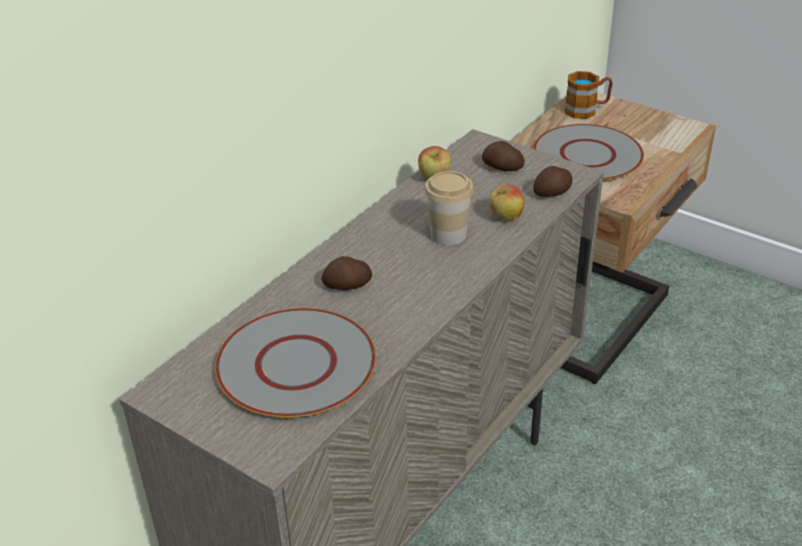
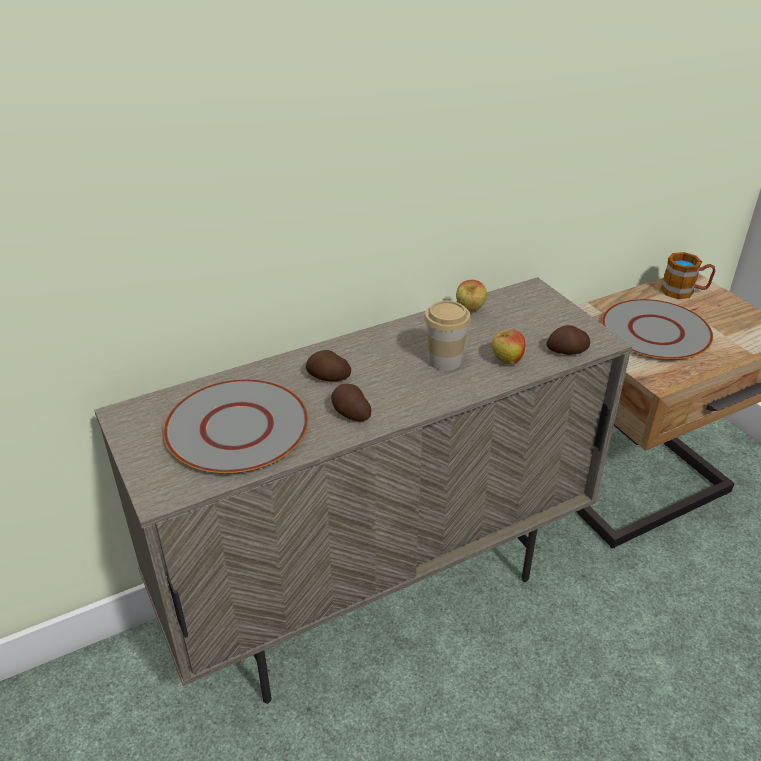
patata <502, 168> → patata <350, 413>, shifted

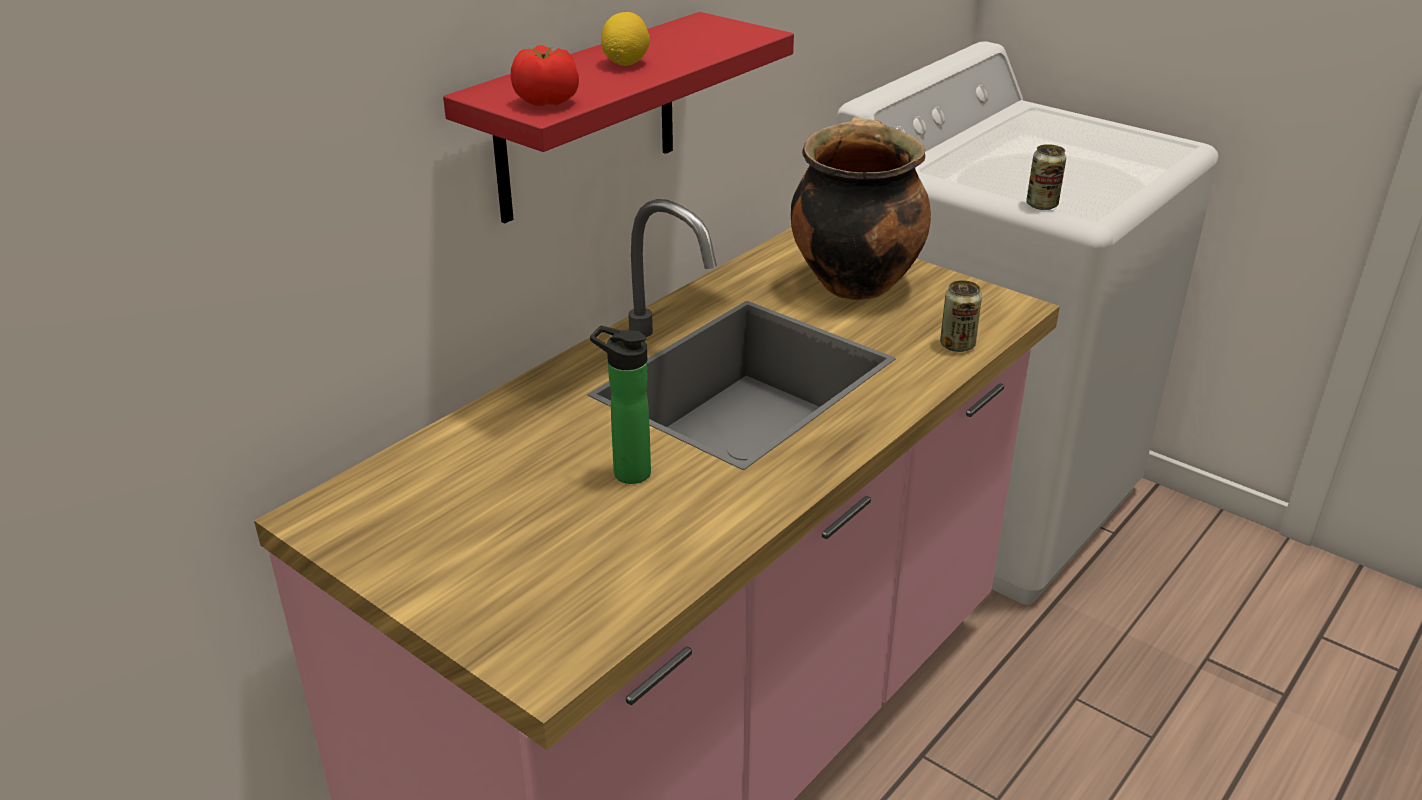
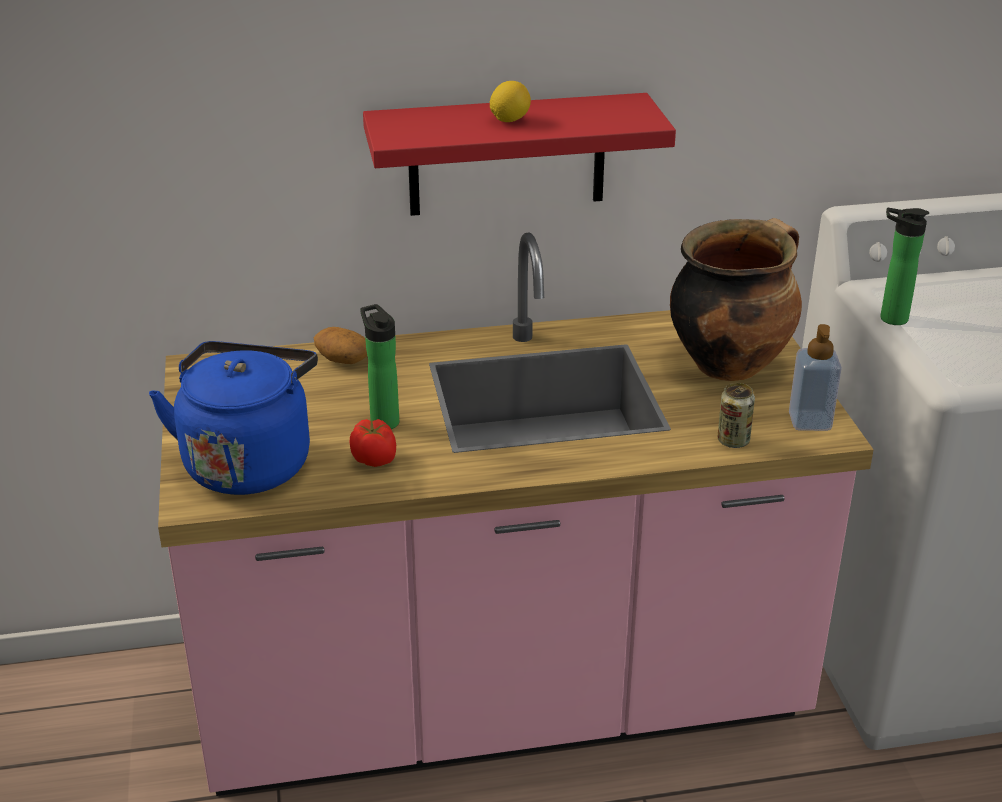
- → hervidor (azul) <249, 462>
- → patata <342, 359>
tomate <546, 102> → tomate <374, 459>, shifted
- → dispensador de jabón <810, 421>
- → botella <889, 318>
lata <1042, 205> → -

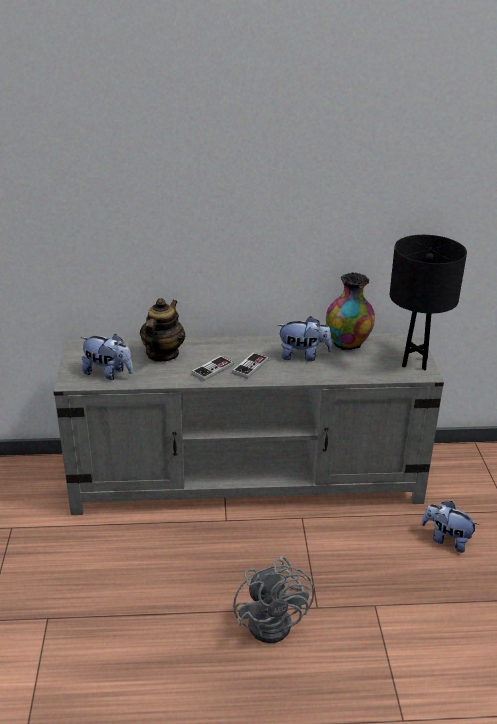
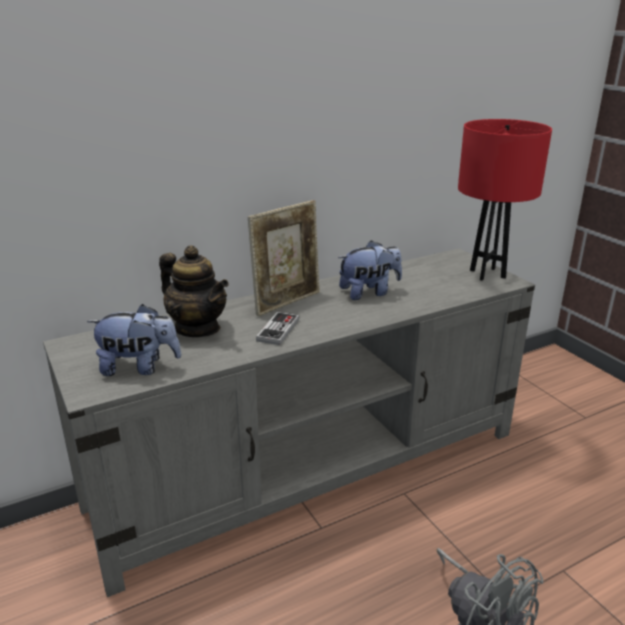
tetera <162, 354> → tetera <198, 328>, 135 degrees clockwise
- → portarretratos <287, 302>
lámpara de mesa (negro) <414, 363> → lámpara de mesa (rojo) <487, 274>
mando de consola <250, 367> → -
florero <348, 344> → -
peluche <446, 539> → -

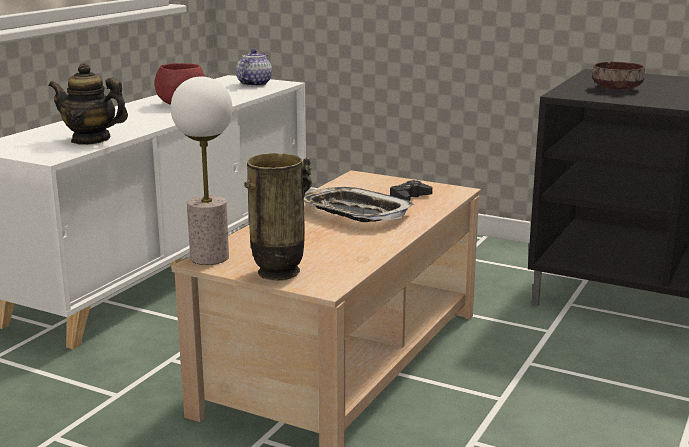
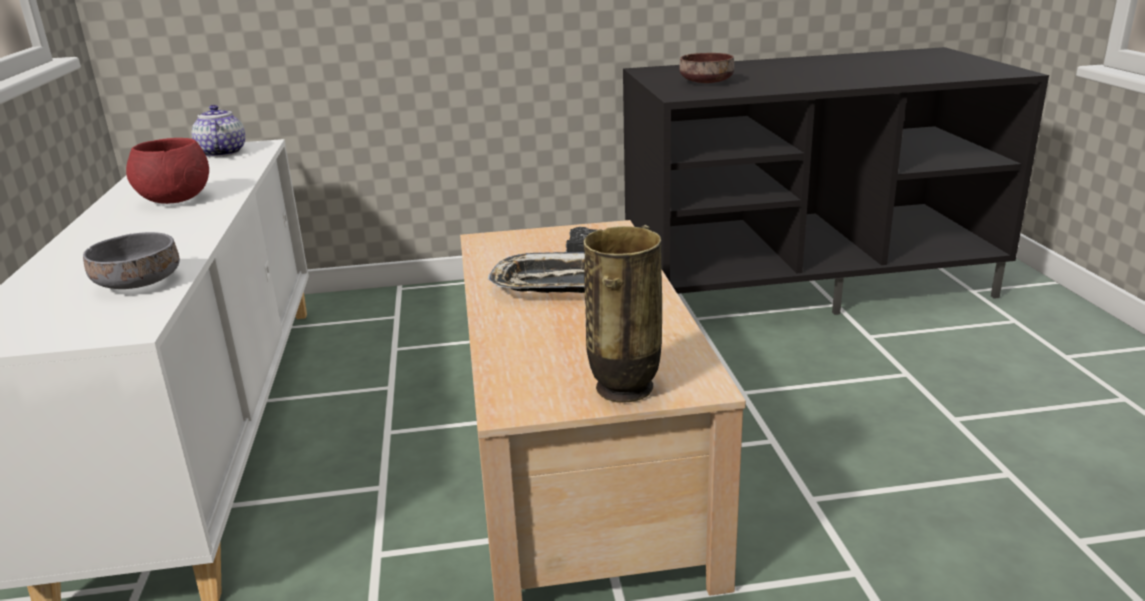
tetera <91, 140> → cuenco (gris) <139, 283>
lámpara de mesa <210, 257> → -

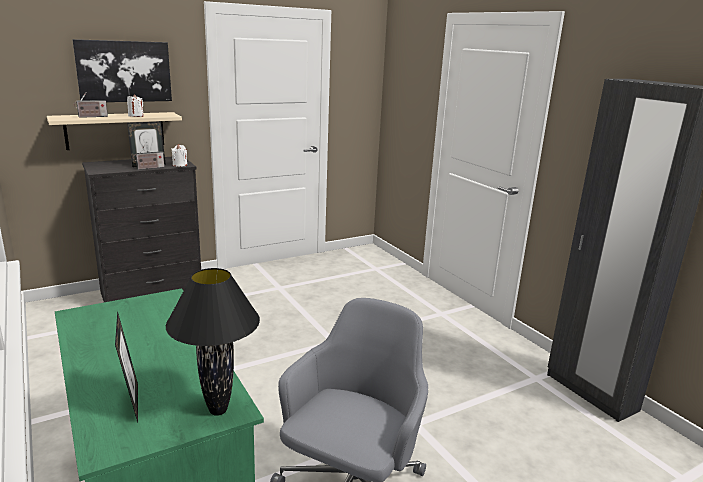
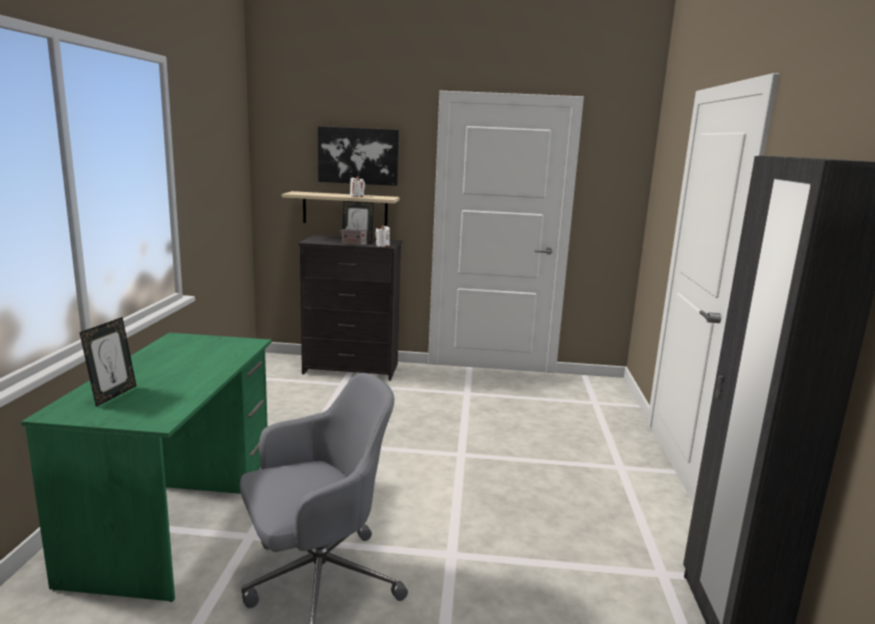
radio <91, 116> → -
lámpara de mesa (negro) <218, 410> → -

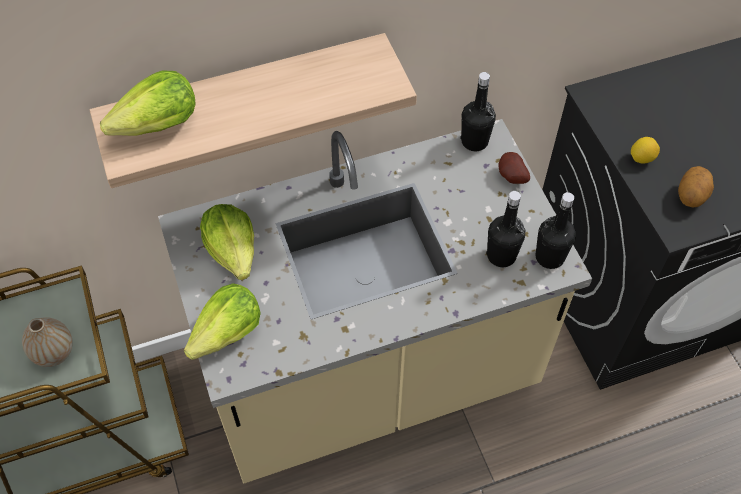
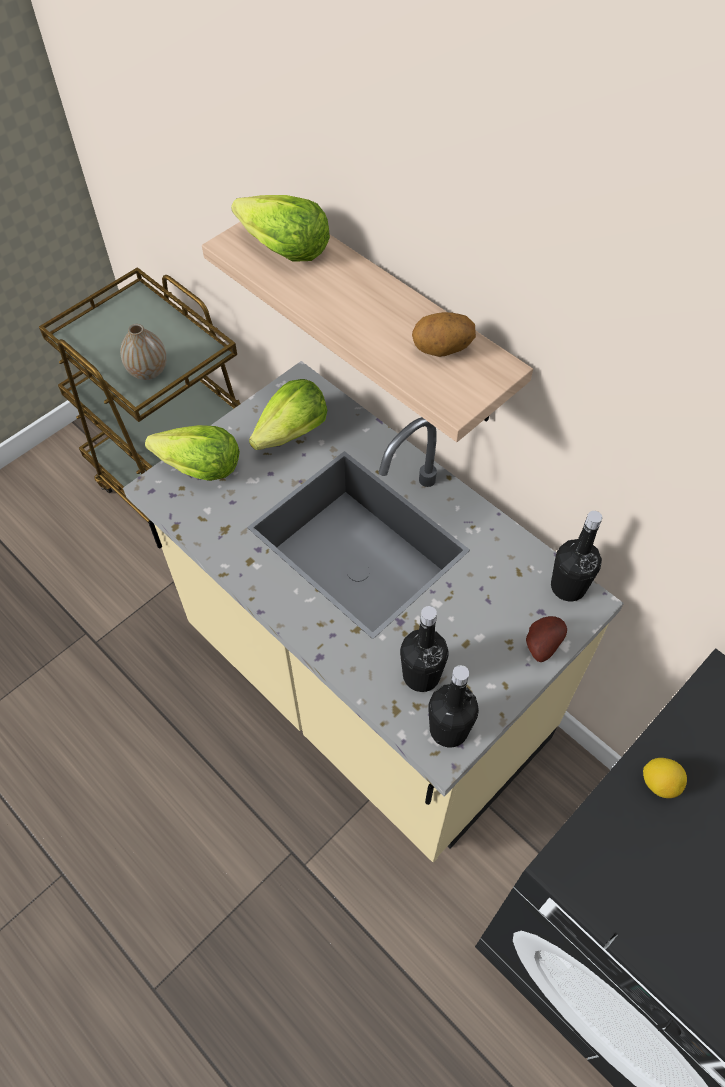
patata <691, 196> → patata <442, 350>, shifted

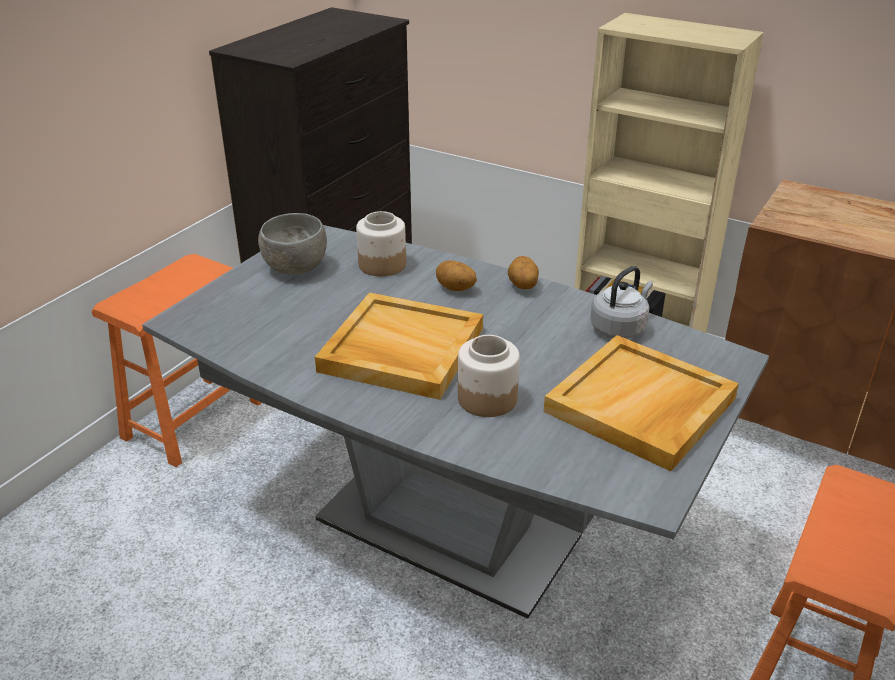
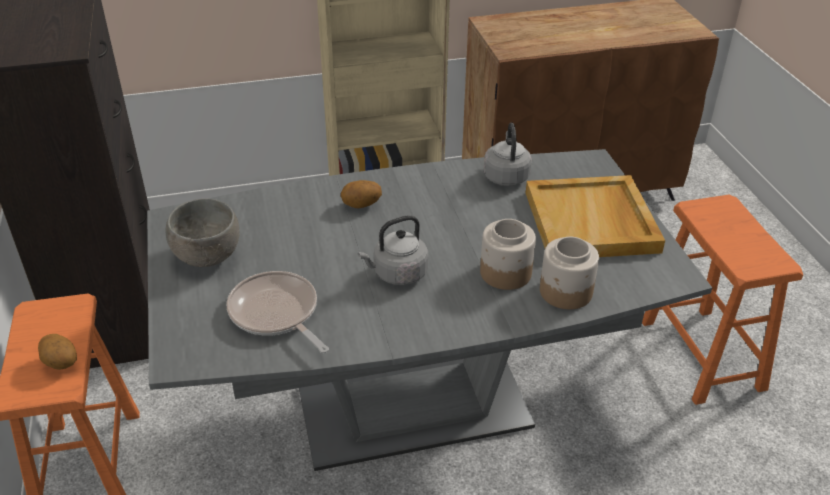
patata <522, 286> → patata <60, 363>, shifted
- → sartén <276, 314>
bandeja (beis) <400, 350> → hervidor (gris) <397, 274>
tarro <381, 265> → tarro <566, 292>, shifted

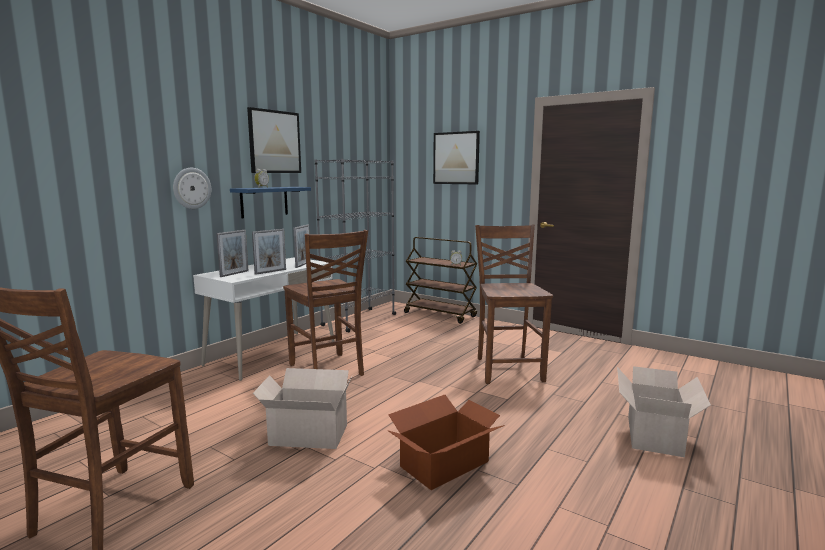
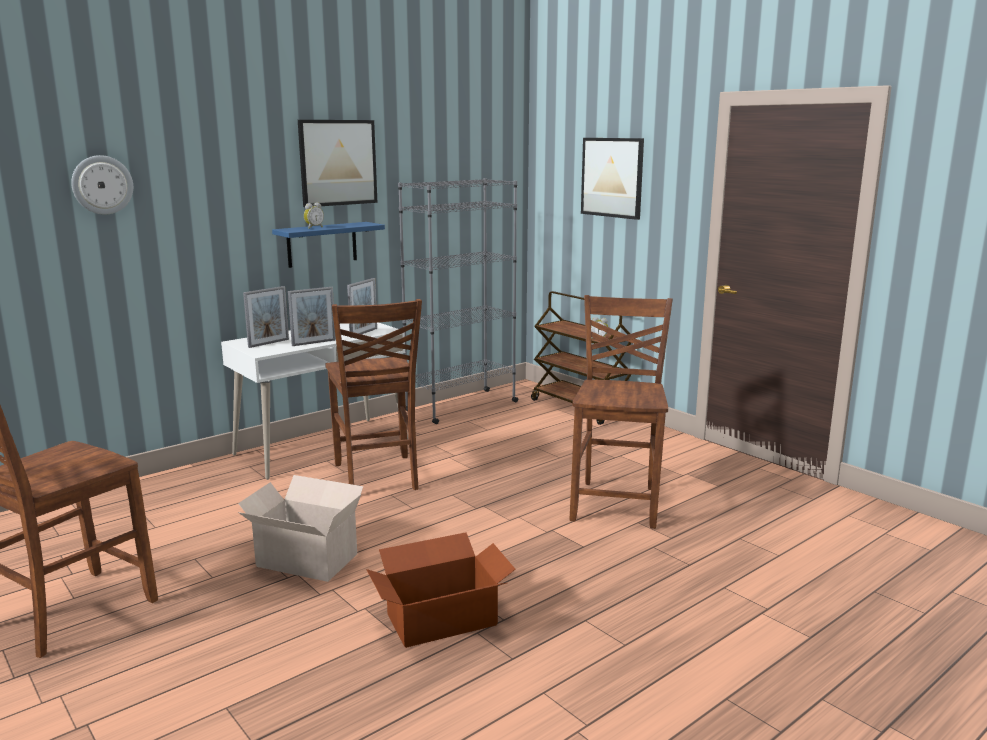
reloj de pared <191, 188> → reloj de pared <102, 185>, shifted
caja de cartón <654, 434> → -

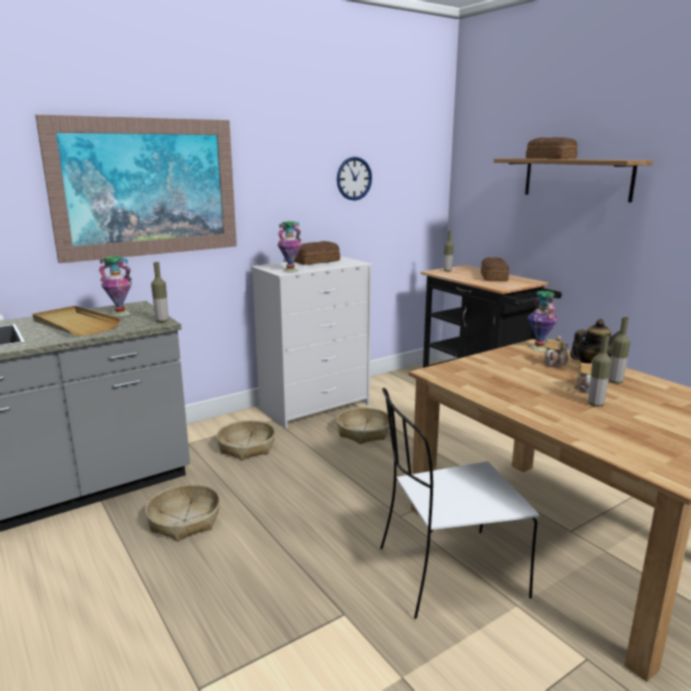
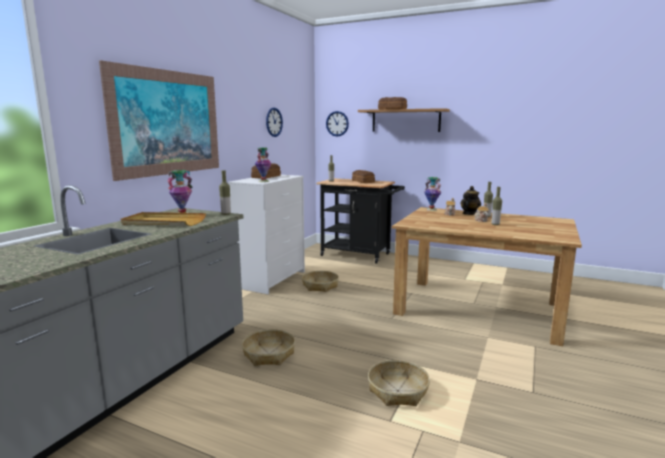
- → reloj de pared <337, 123>
cesta <246, 447> → cesta <397, 390>, shifted
silla (blanco) <447, 573> → -

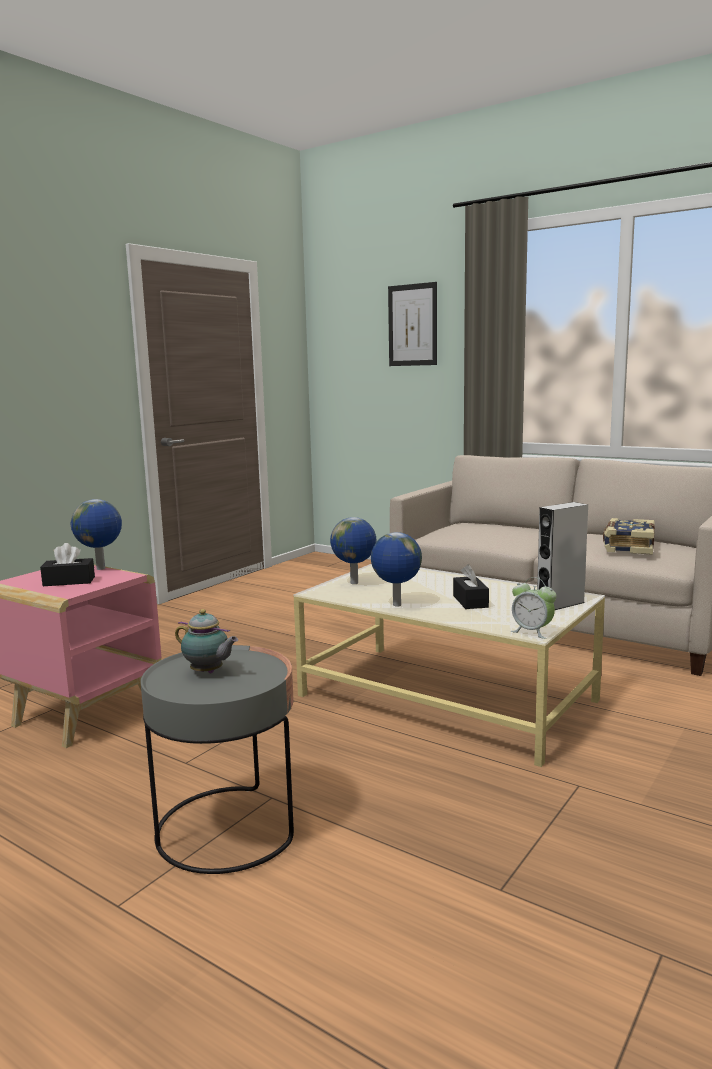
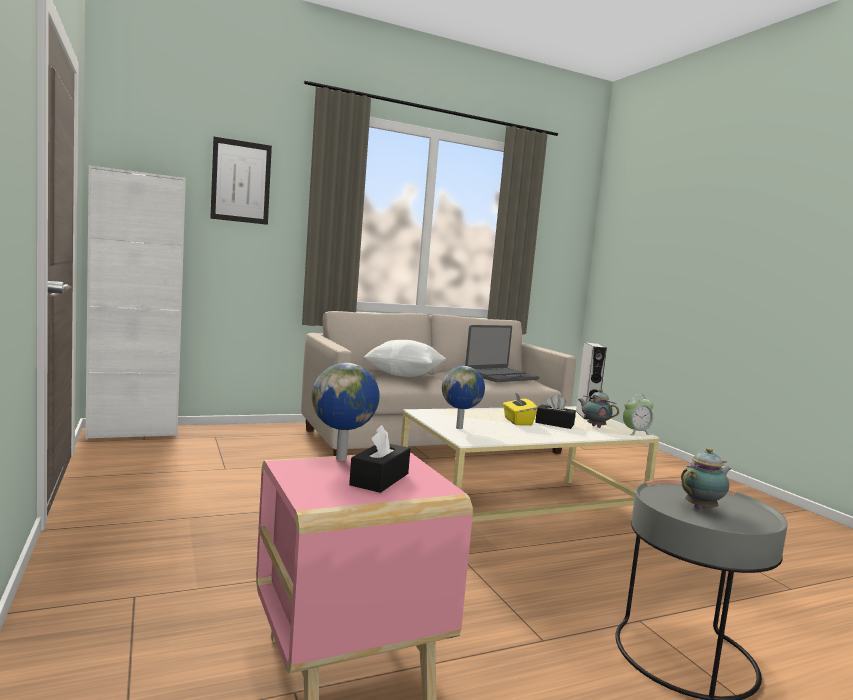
- → armario (blanco) <133, 432>
- → cojín (blanco) <404, 375>
libro <627, 547> → portátil <501, 376>
- → caja de pañuelos (amarillo) <517, 422>
- → tetera <595, 426>
globo terráqueo <396, 605> → -

